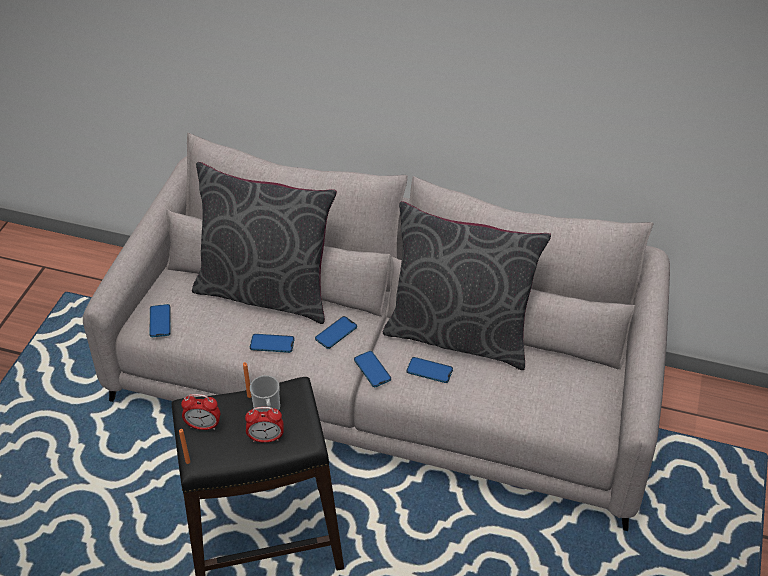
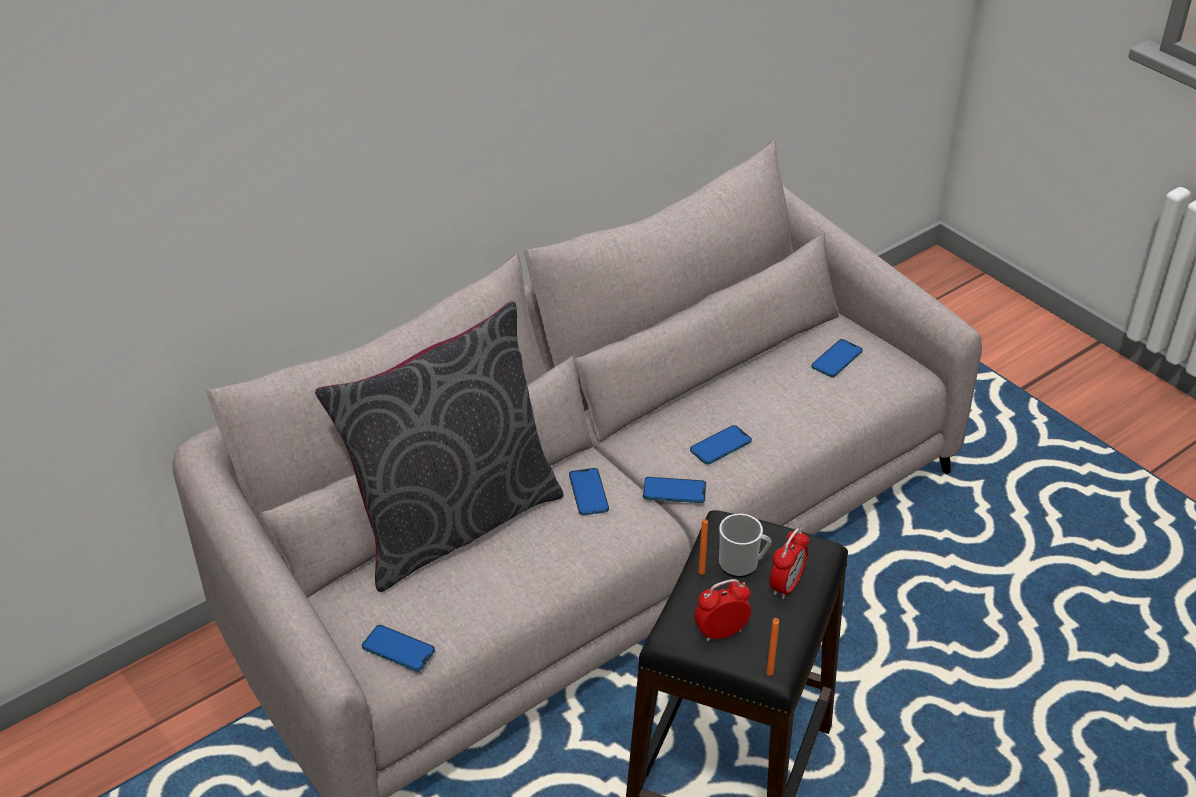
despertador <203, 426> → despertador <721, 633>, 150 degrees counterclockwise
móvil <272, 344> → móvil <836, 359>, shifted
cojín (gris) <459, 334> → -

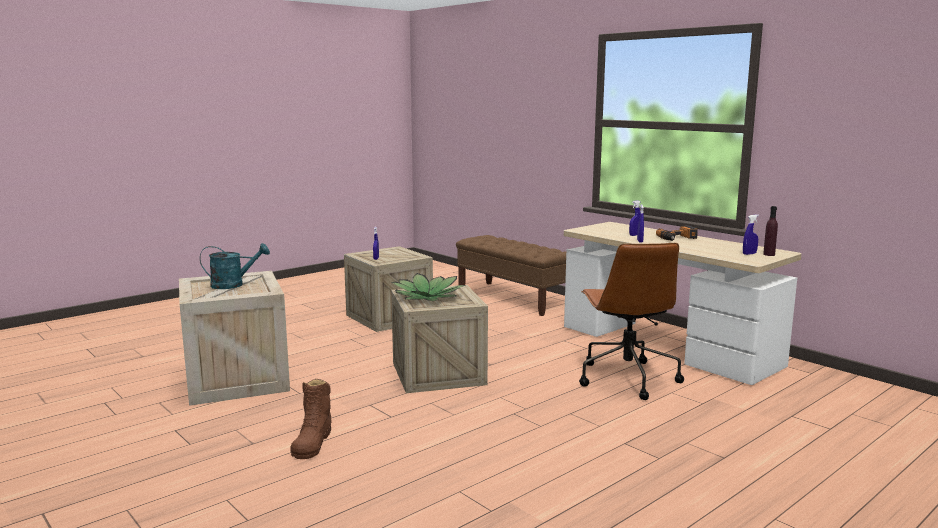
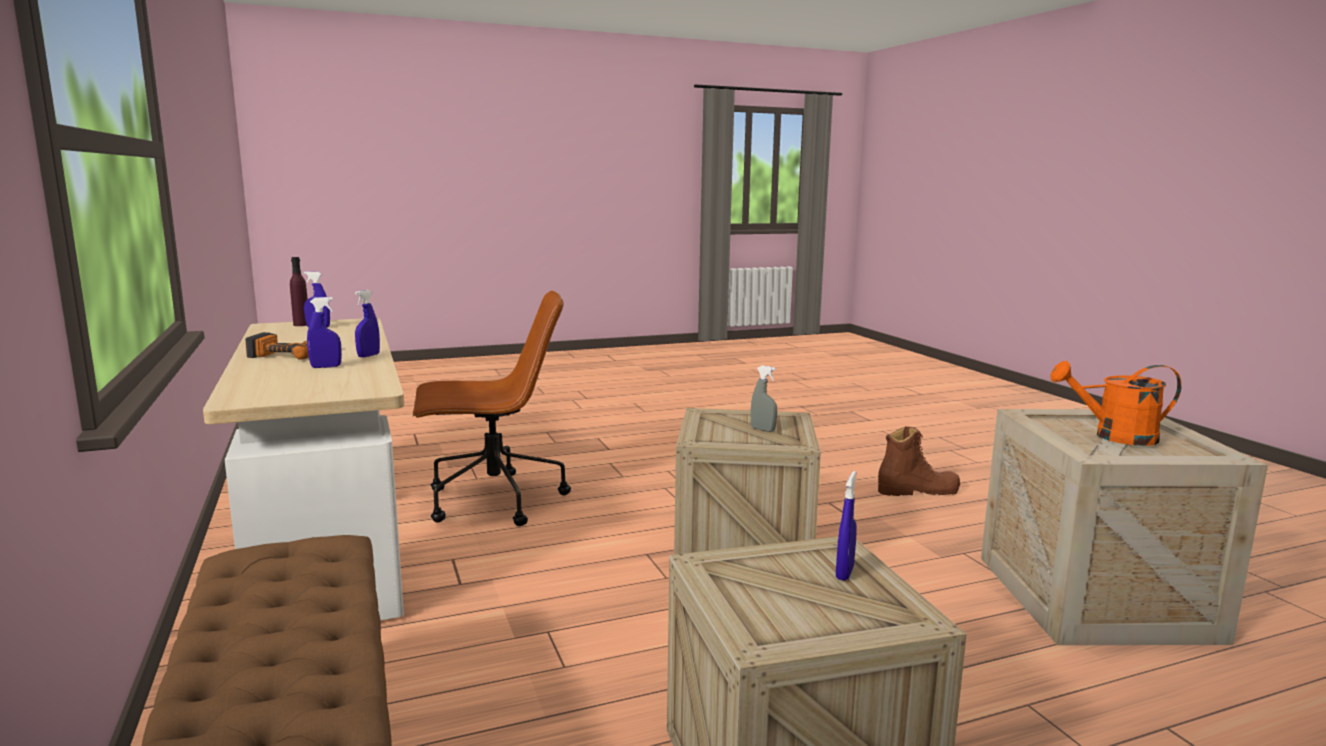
silla de oficina (marrón) <626, 378> → silla de oficina (marrón) <492, 501>, 60 degrees clockwise
planta en maceta <428, 297> → pulverizador (gris) <763, 429>
bota (marrón) <312, 442> → bota (marrón) <917, 491>, 60 degrees clockwise
regadera (turquesa) <233, 285> → regadera (naranja) <1114, 437>

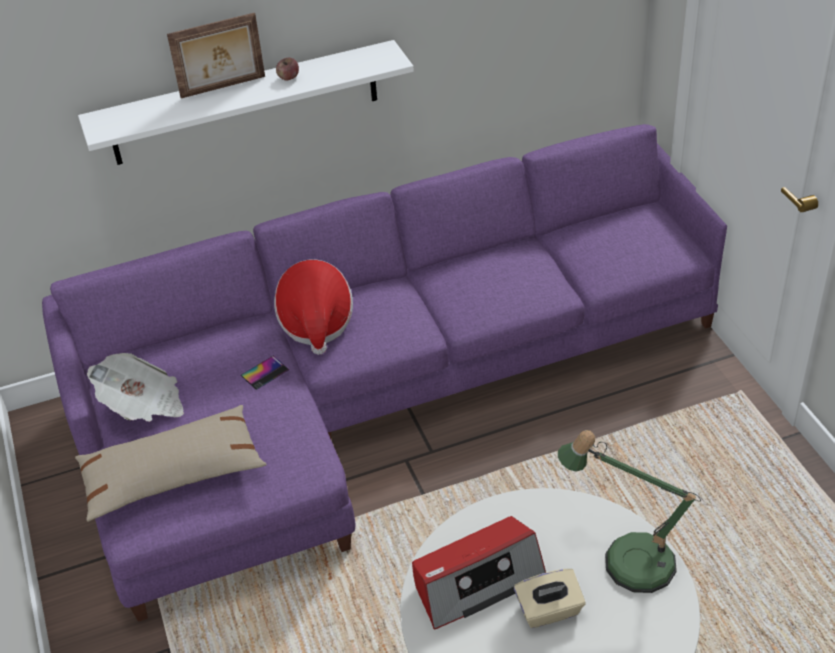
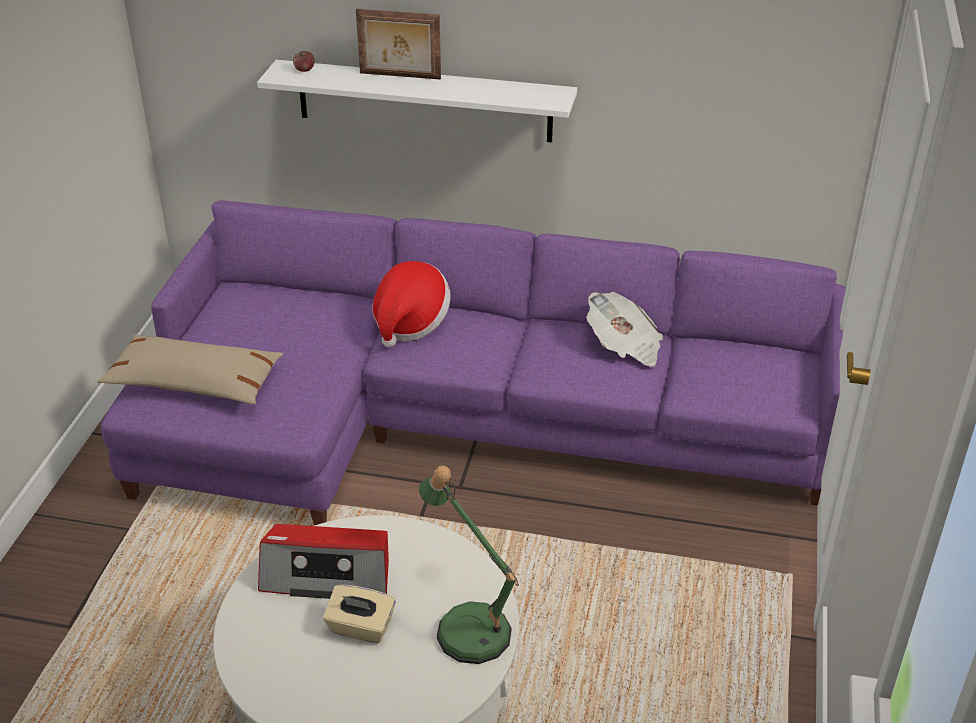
manzana <288, 78> → manzana <304, 70>, shifted
periódico <143, 405> → periódico <624, 346>, shifted
móvil <265, 373> → -

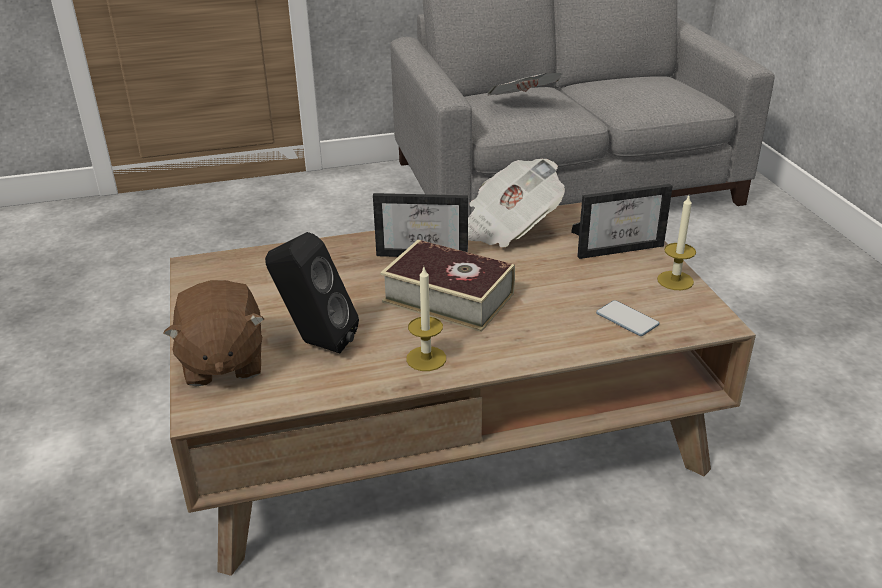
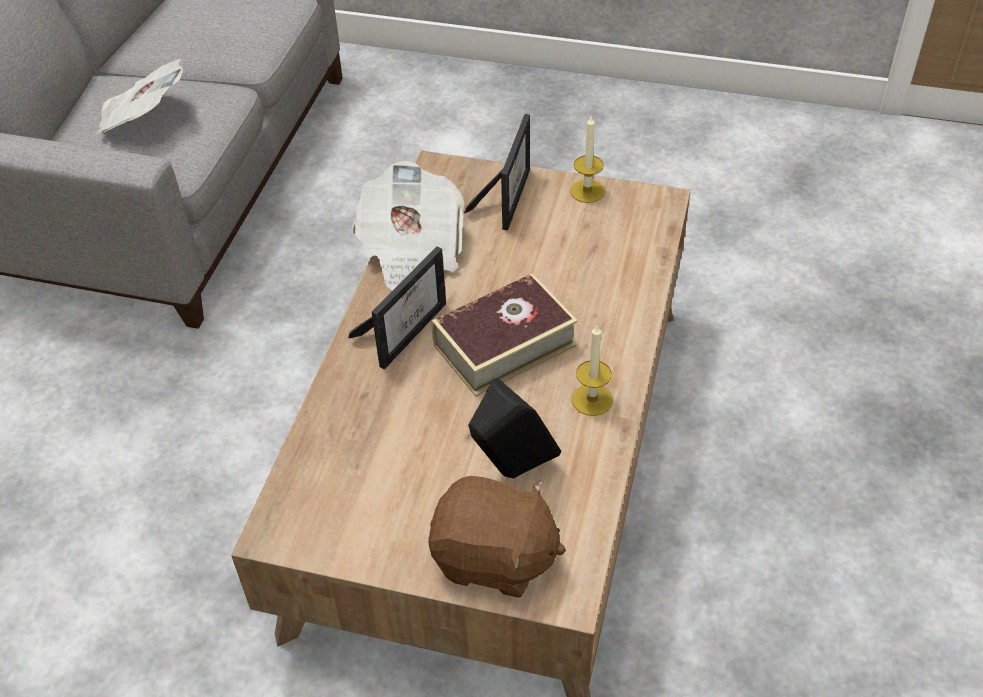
móvil <627, 319> → -

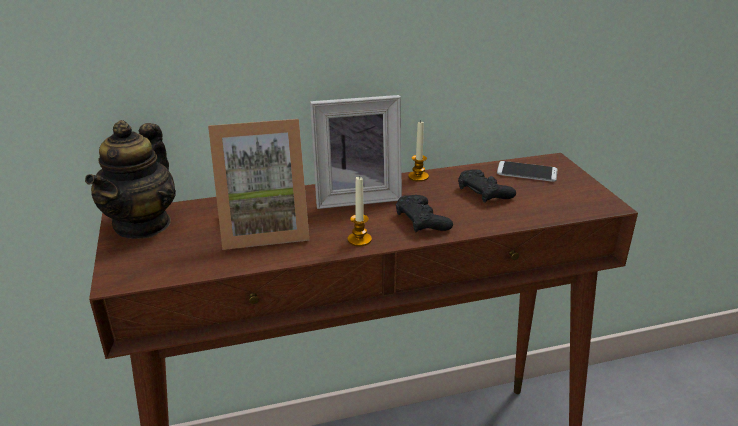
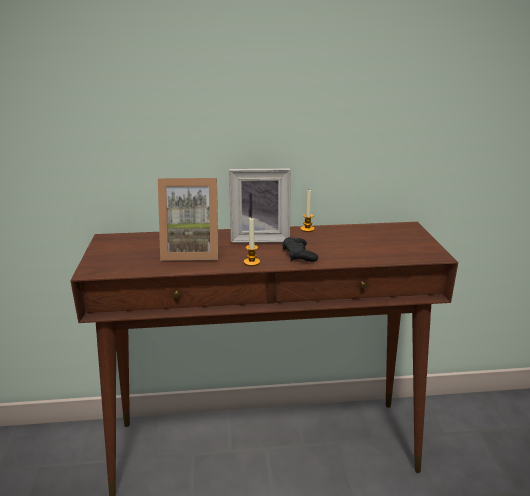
tetera <143, 224> → -
mando de consola (negro) <484, 192> → -
móvil <527, 172> → -

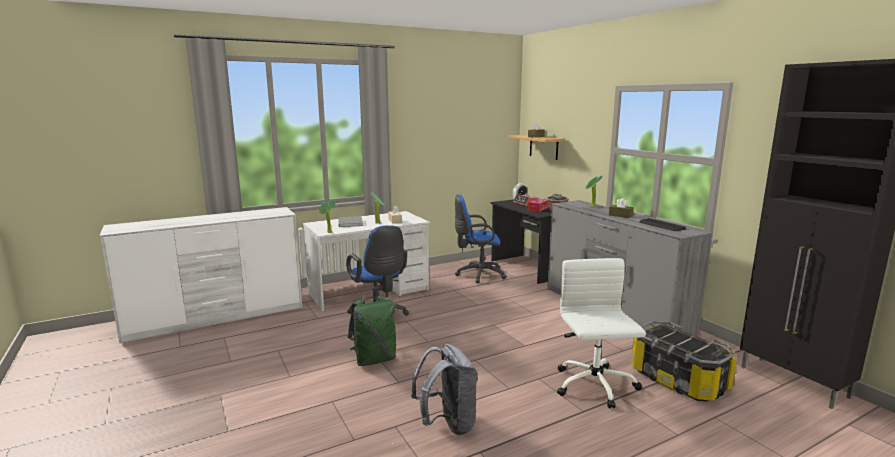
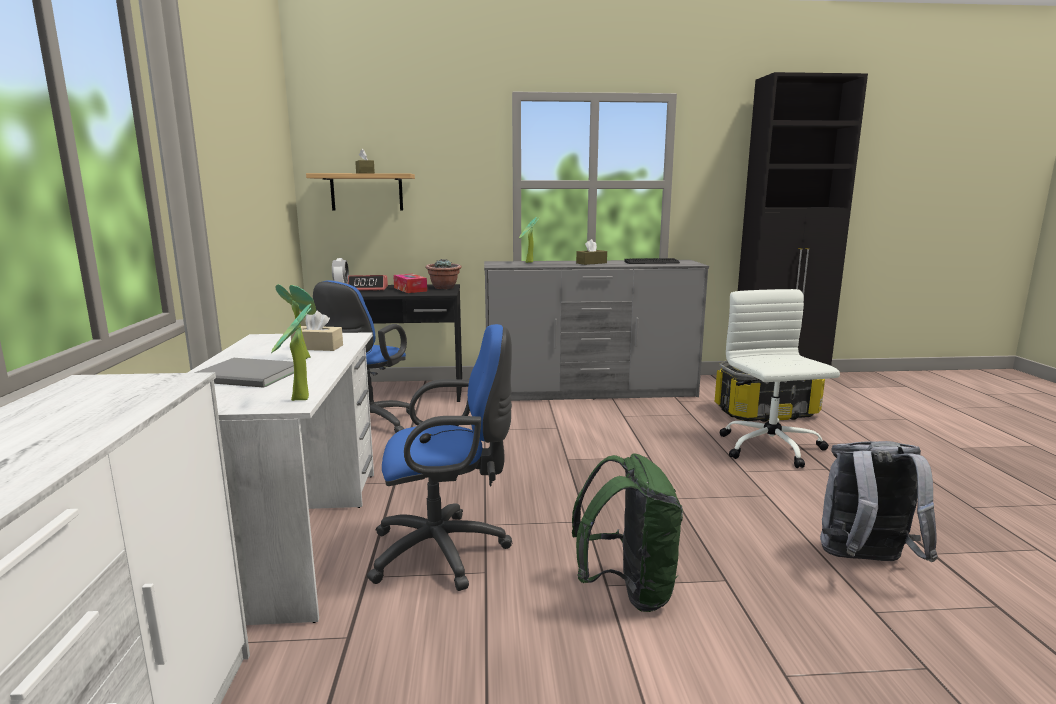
silla de oficina (blanco) <595, 386> → silla de oficina (blanco) <771, 448>, 60 degrees clockwise

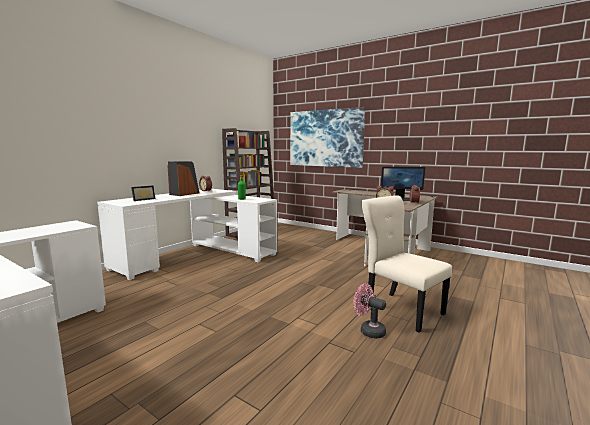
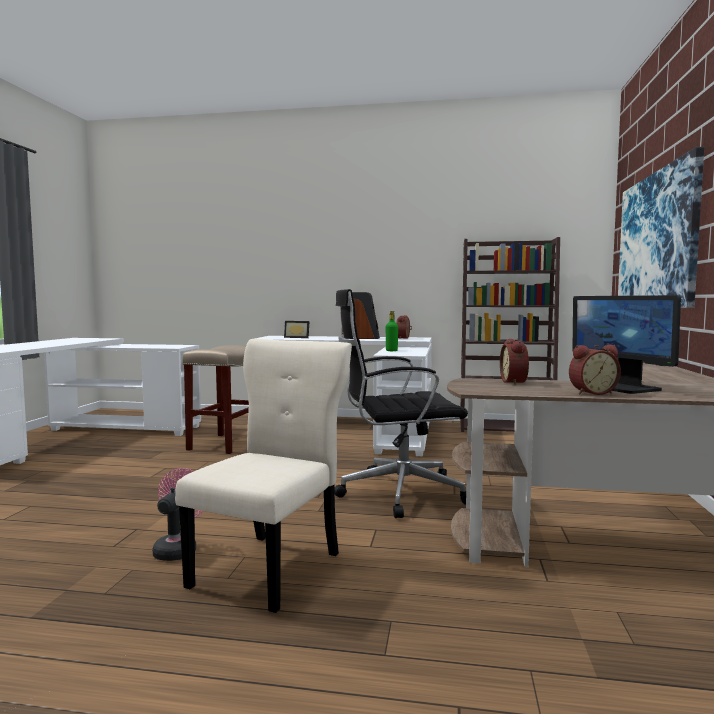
- → taburete (beis) <224, 444>
- → silla de oficina (negro) <397, 493>

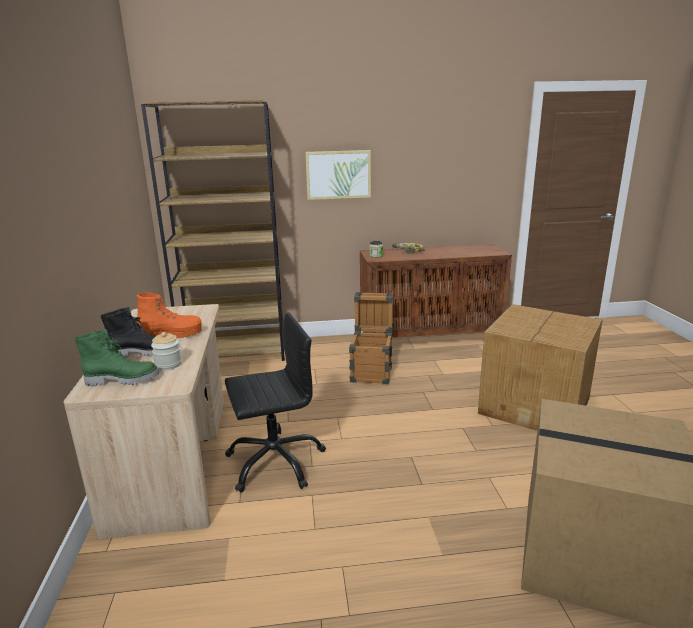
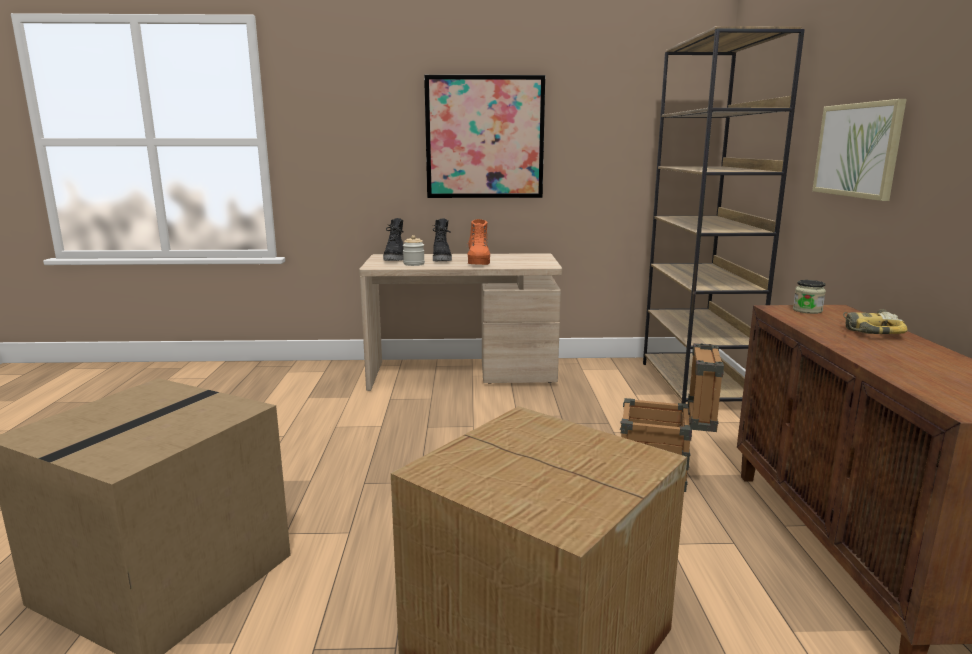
bota (verde) <123, 380> → bota (negro) <395, 259>
- → cuadro <484, 137>
silla de oficina (negro) <275, 461> → -

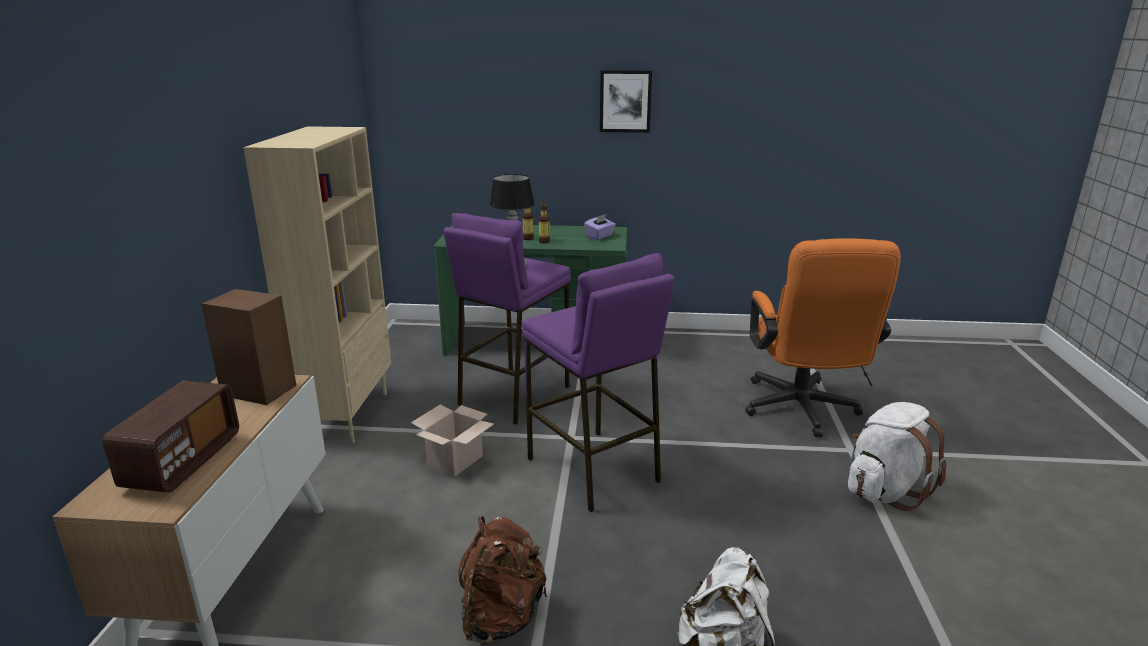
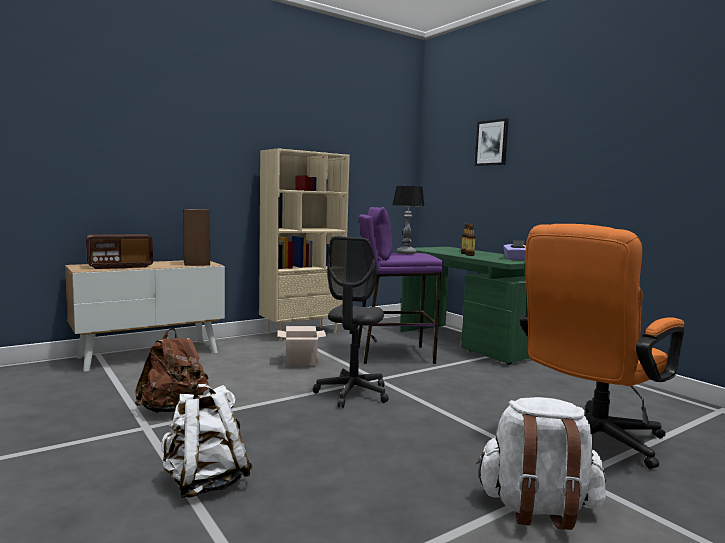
taburete (morado) <593, 470> → silla de oficina (gris) <352, 394>
cuadro <625, 101> → cuadro <492, 143>, shifted

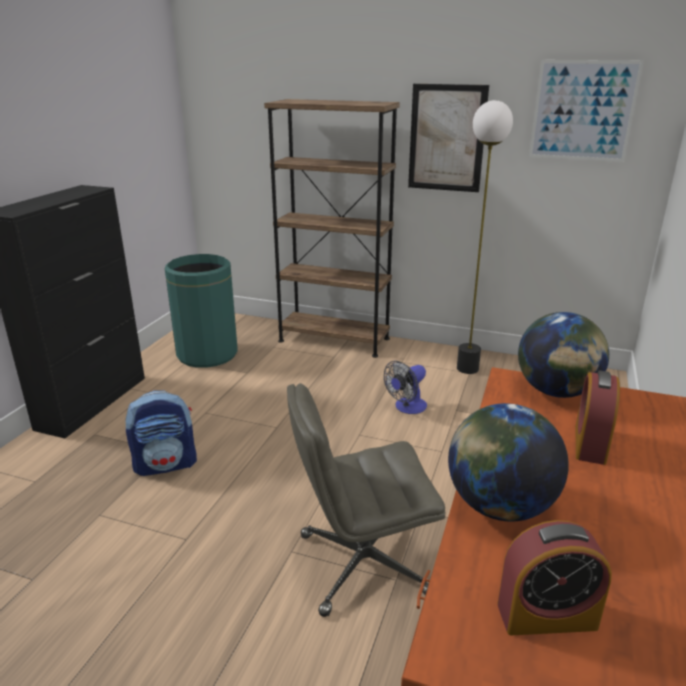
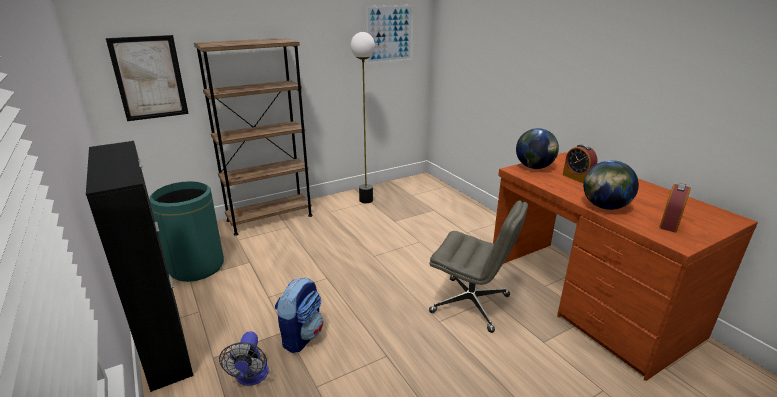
cuadro <446, 138> → cuadro <149, 78>, shifted
ventilador <407, 408> → ventilador <251, 377>, shifted
silla de oficina (gris) <361, 565> → silla de oficina (gris) <471, 304>, 90 degrees counterclockwise

